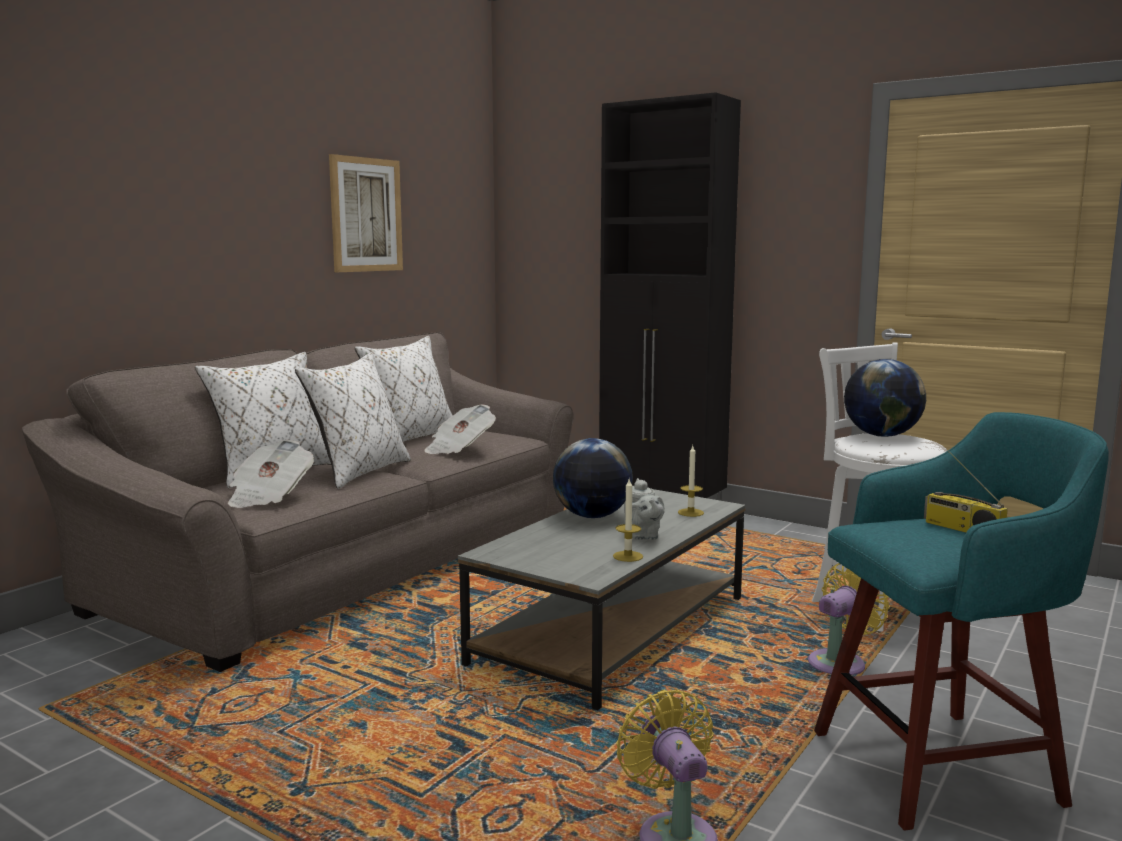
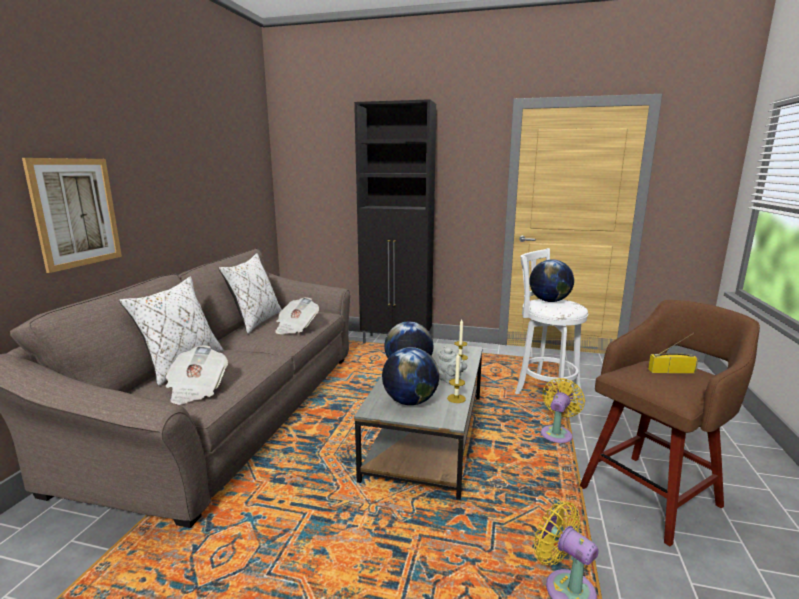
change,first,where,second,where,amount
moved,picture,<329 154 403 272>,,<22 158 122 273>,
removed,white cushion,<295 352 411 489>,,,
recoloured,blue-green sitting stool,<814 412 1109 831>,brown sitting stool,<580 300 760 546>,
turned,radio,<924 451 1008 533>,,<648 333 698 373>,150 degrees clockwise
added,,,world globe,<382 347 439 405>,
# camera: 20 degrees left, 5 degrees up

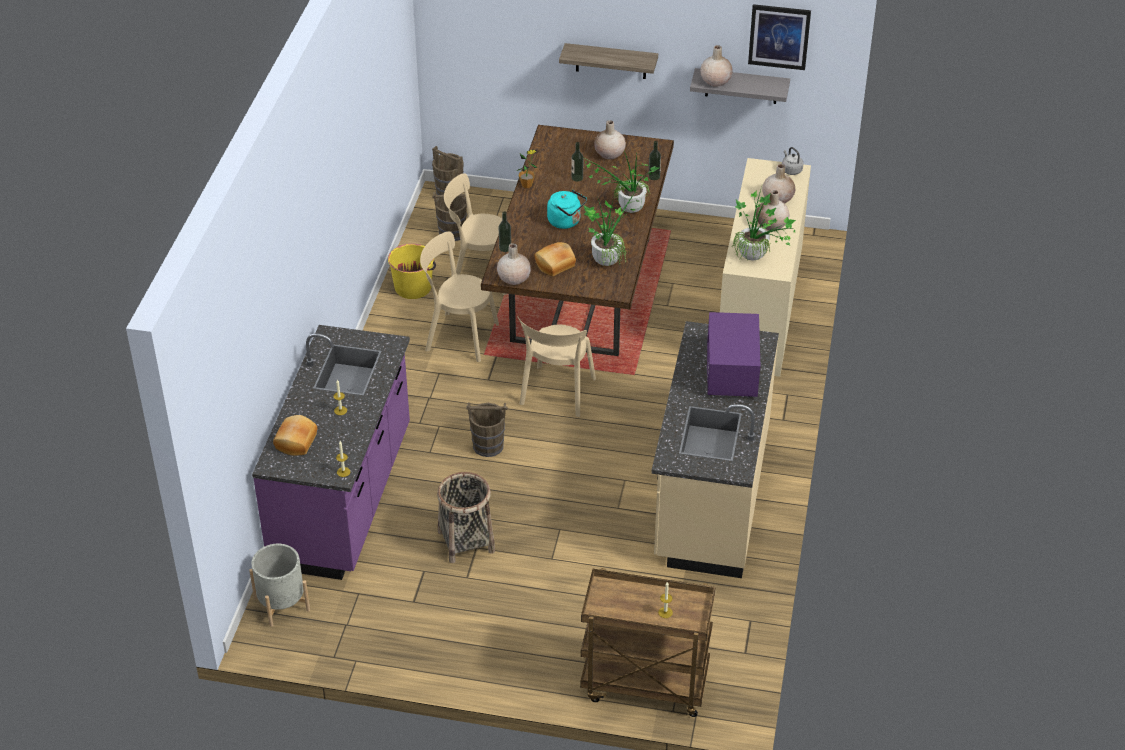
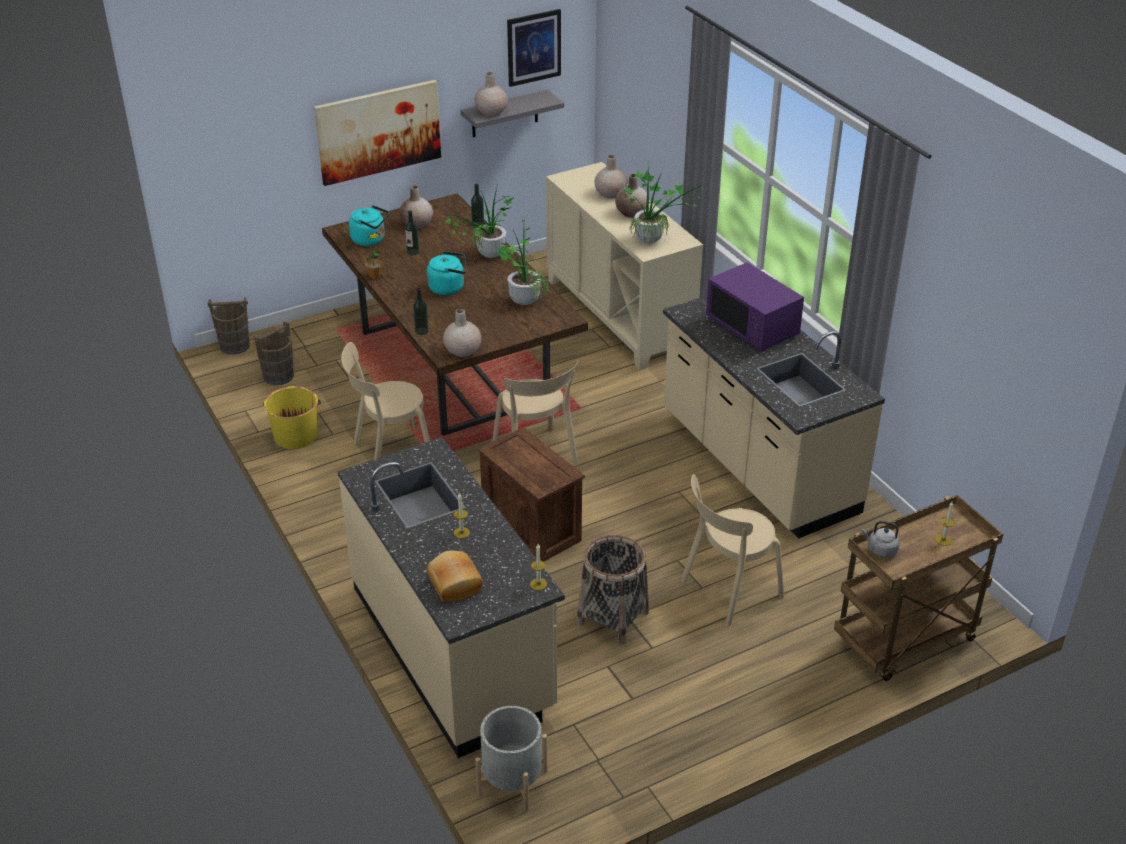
change,first,where,second,where,amount
replaced,wall shelf,<559 43 658 79>,picture,<314 80 441 186>,
moved,greyish kettle,<782 147 804 175>,,<862 521 900 558>,
moved,sand-coloured plain chair,<444 173 506 295>,,<680 474 784 626>,
removed,bread,<534 242 576 276>,,,
recoloured,purple kitchen counter,<252 325 410 580>,sand-coloured kitchen counter,<338 437 565 758>,
replaced,brown pail,<466 402 507 457>,crate,<478 427 585 562>,
added,,,blue-green kettle,<349 205 390 246>,
# camera: 40 degrees left, 5 degrees down

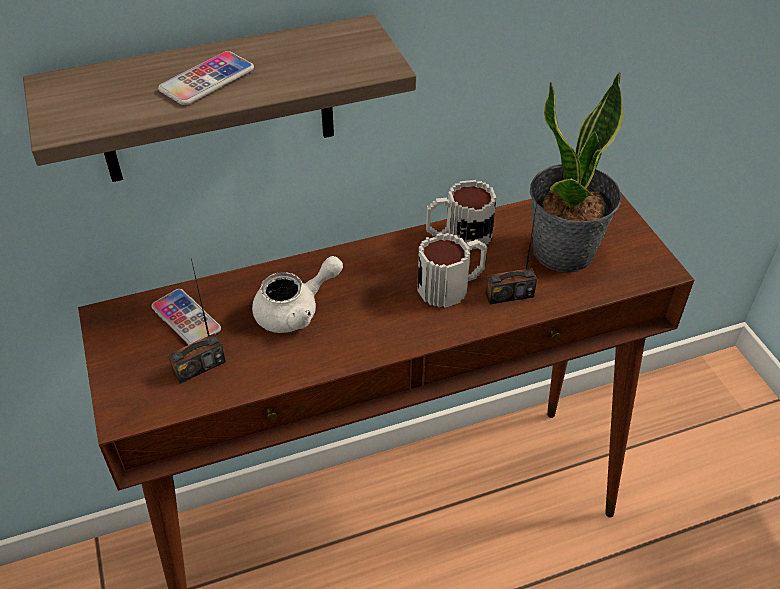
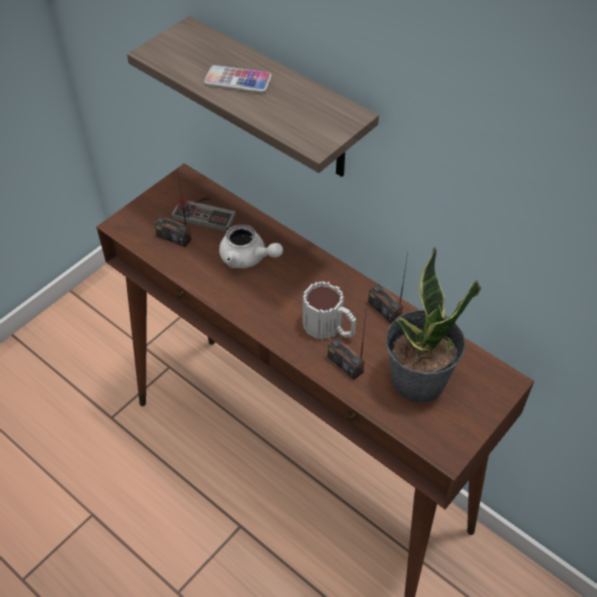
change,first,where,second,where,amount
replaced,tea mug,<426 180 496 249>,radio,<368 253 408 324>,
replaced,telephone,<151 289 221 345>,gamepad,<171 197 236 232>,
# camera: 60 degrees right, 5 degrees up

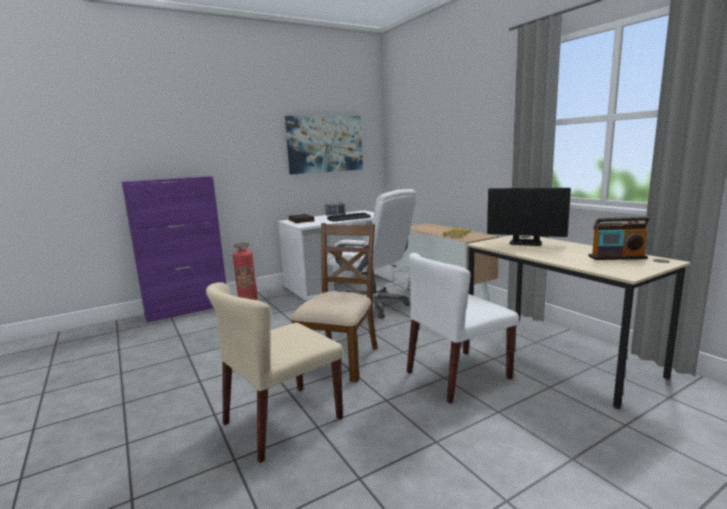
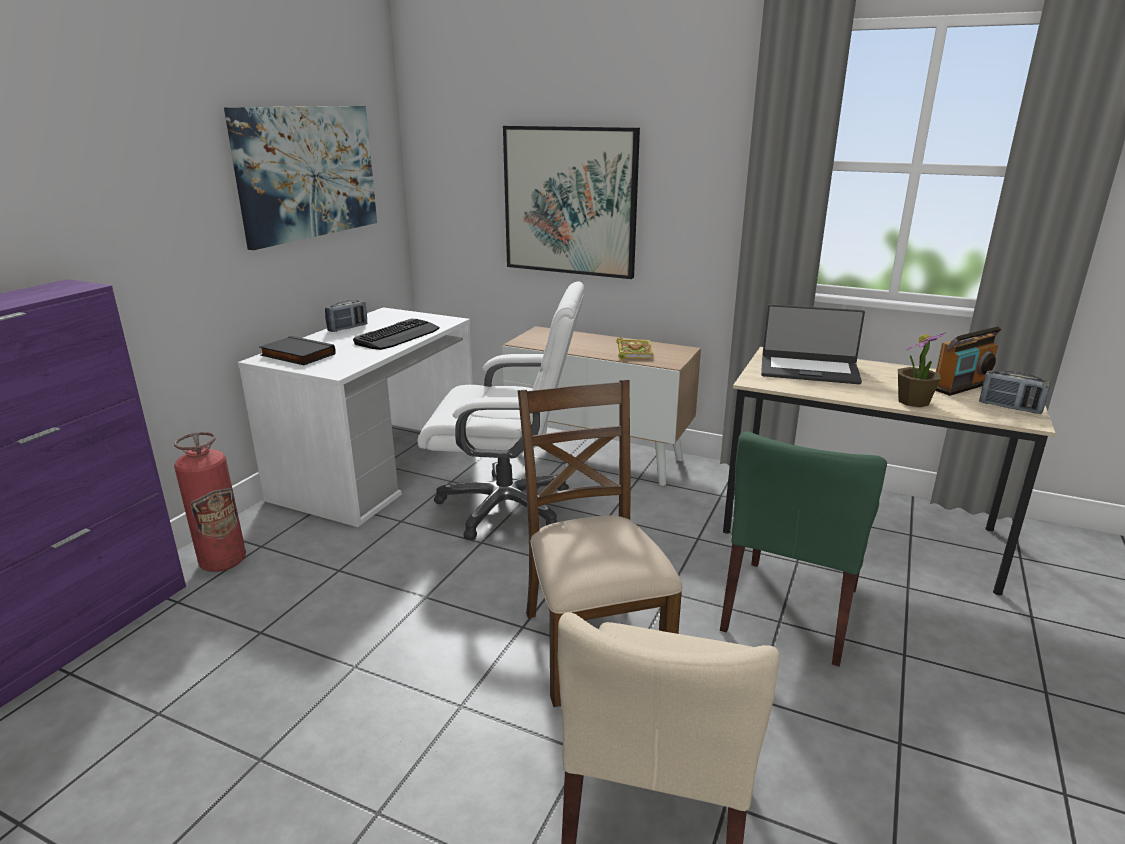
change,first,where,second,where,amount
replaced,computer display,<487 188 571 246>,portable computer,<761 304 865 384>,
recoloured,white plain chair,<407 253 519 404>,green-coloured plain chair,<720 431 887 666>,
added,,,picture,<503 126 640 279>,
added,,,potted plant,<898 333 944 407>,
added,,,radio,<979 371 1051 414>,
# camera: 35 degrees left, 10 degrees up

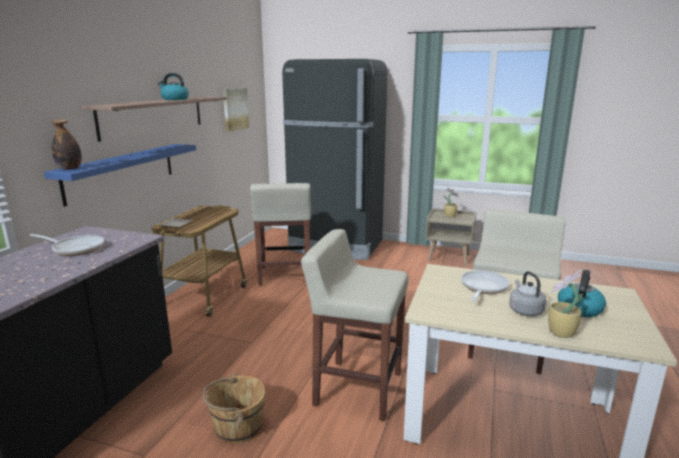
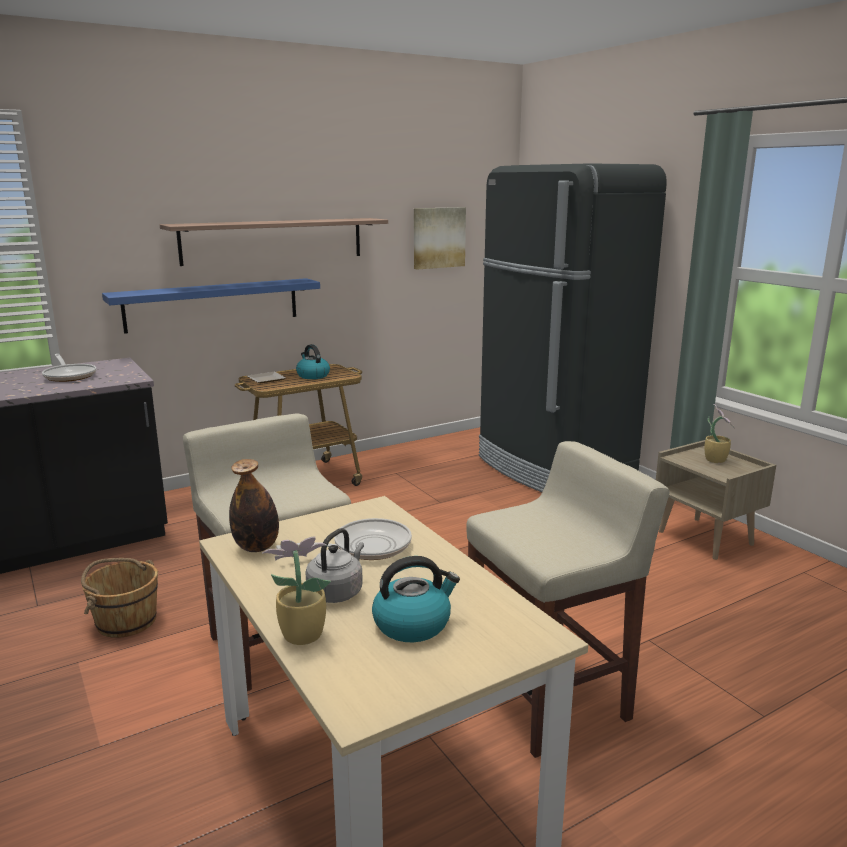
change,first,where,second,where,amount
moved,kettle,<158 73 189 100>,,<296 344 330 379>,
moved,beverage bottle,<52 119 82 170>,,<229 459 279 552>,
removed,sand-coloured sitting stool,<250 183 311 286>,,,
# camera: 40 degrees right, 0 degrees up

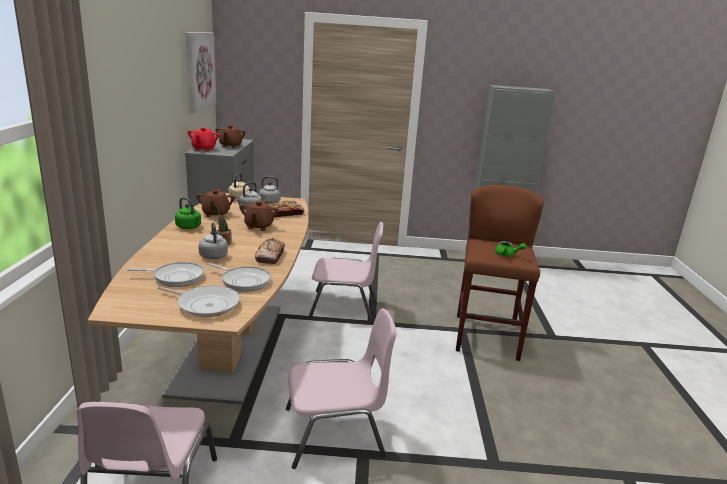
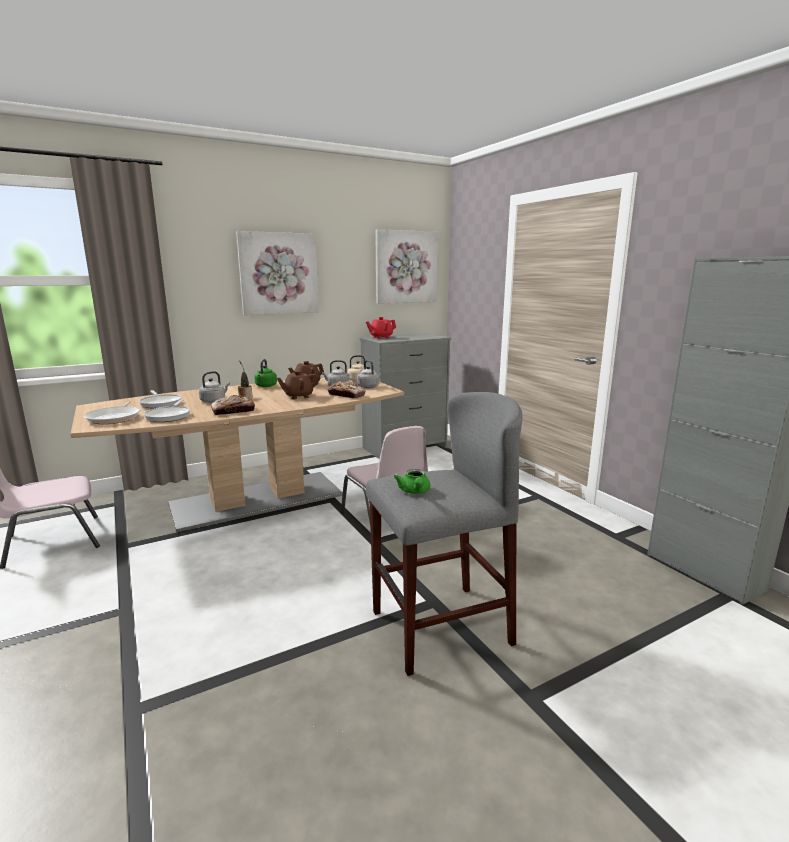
change,first,where,second,where,amount
removed,brown teapot,<215 125 246 148>,,,
recoloured,brown sitting stool,<456 185 544 361>,greyish sitting stool,<366 392 522 676>,
removed,pink-coloured plain chair,<286 308 397 469>,,,
added,,,picture,<236 231 319 315>,
# camera: 60 degrees right, 5 degrees down

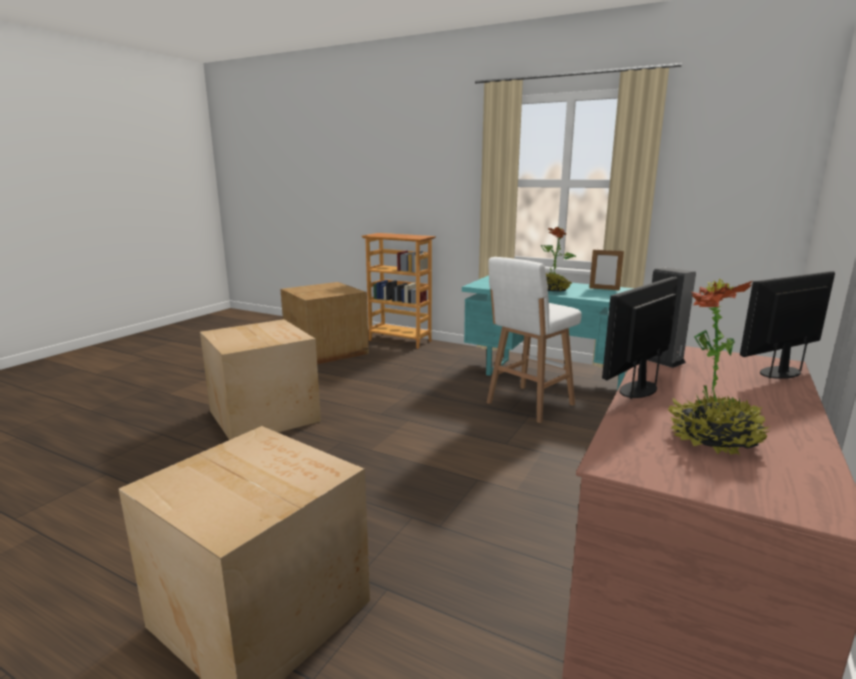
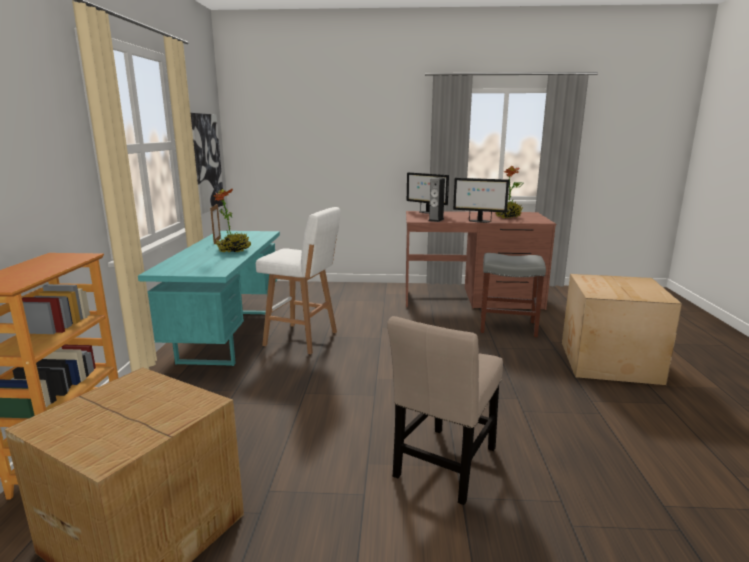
change,first,where,second,where,amount
replaced,packing box,<200 319 321 440>,sand-coloured plain chair,<387 316 503 505>,
added,,,picture,<190 113 223 214>,
added,,,greyish sitting stool,<480 253 546 337>,
# camera: 115 degrees left, 0 degrees up

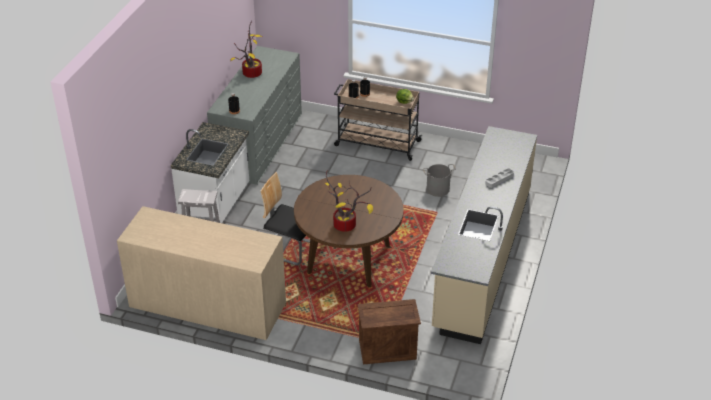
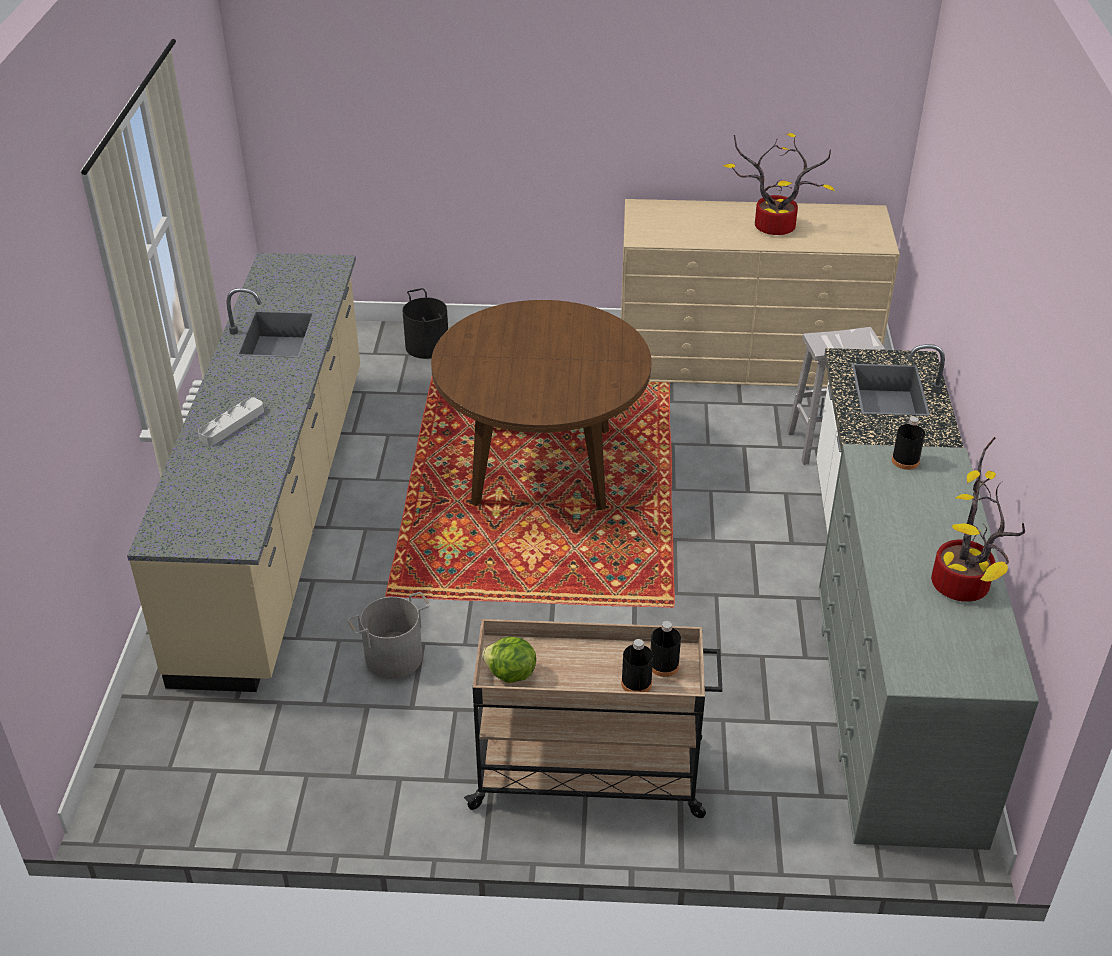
change,first,where,second,where,amount
removed,plain chair,<261 172 310 266>,,,
moved,potted plant,<325 172 373 232>,,<722 133 835 235>,
replaced,crate,<358 299 421 365>,black pail,<402 288 448 359>,
# camera: 165 degrees right, 0 degrees up

